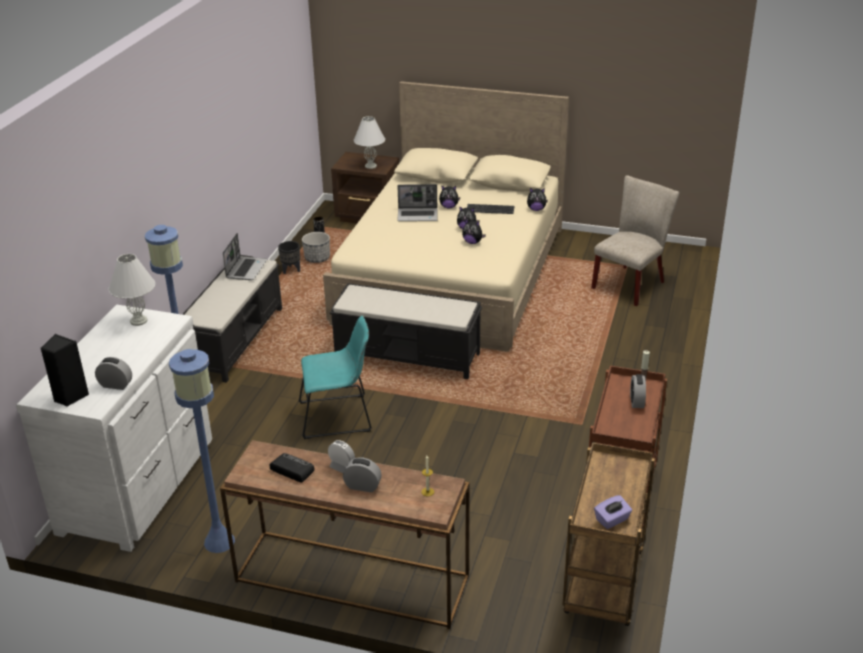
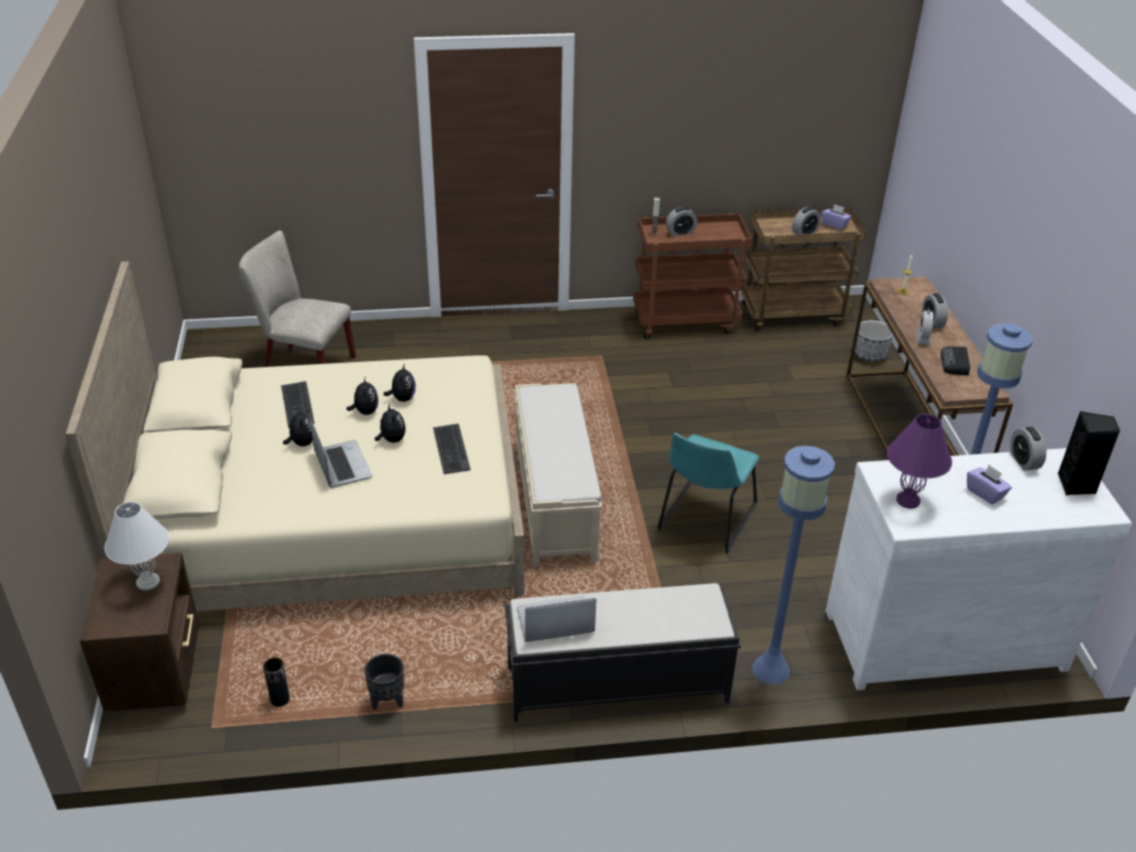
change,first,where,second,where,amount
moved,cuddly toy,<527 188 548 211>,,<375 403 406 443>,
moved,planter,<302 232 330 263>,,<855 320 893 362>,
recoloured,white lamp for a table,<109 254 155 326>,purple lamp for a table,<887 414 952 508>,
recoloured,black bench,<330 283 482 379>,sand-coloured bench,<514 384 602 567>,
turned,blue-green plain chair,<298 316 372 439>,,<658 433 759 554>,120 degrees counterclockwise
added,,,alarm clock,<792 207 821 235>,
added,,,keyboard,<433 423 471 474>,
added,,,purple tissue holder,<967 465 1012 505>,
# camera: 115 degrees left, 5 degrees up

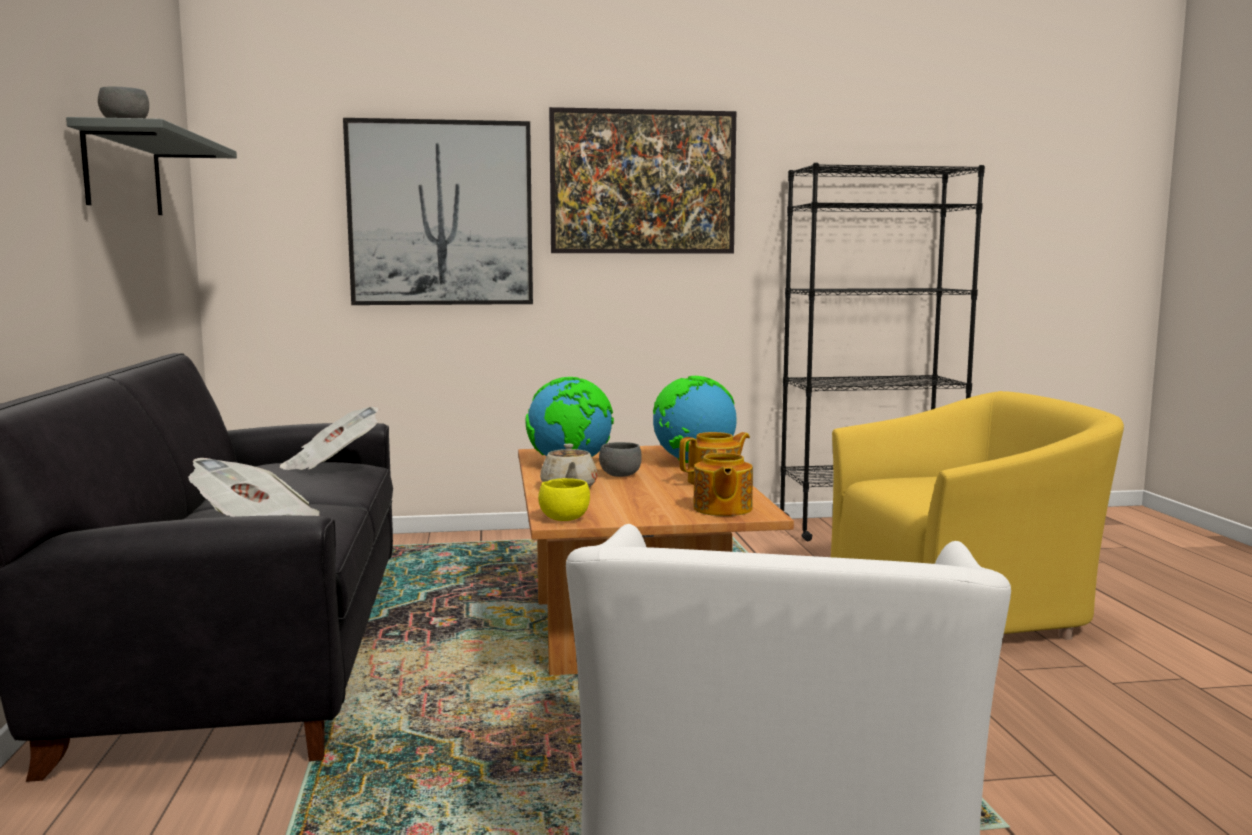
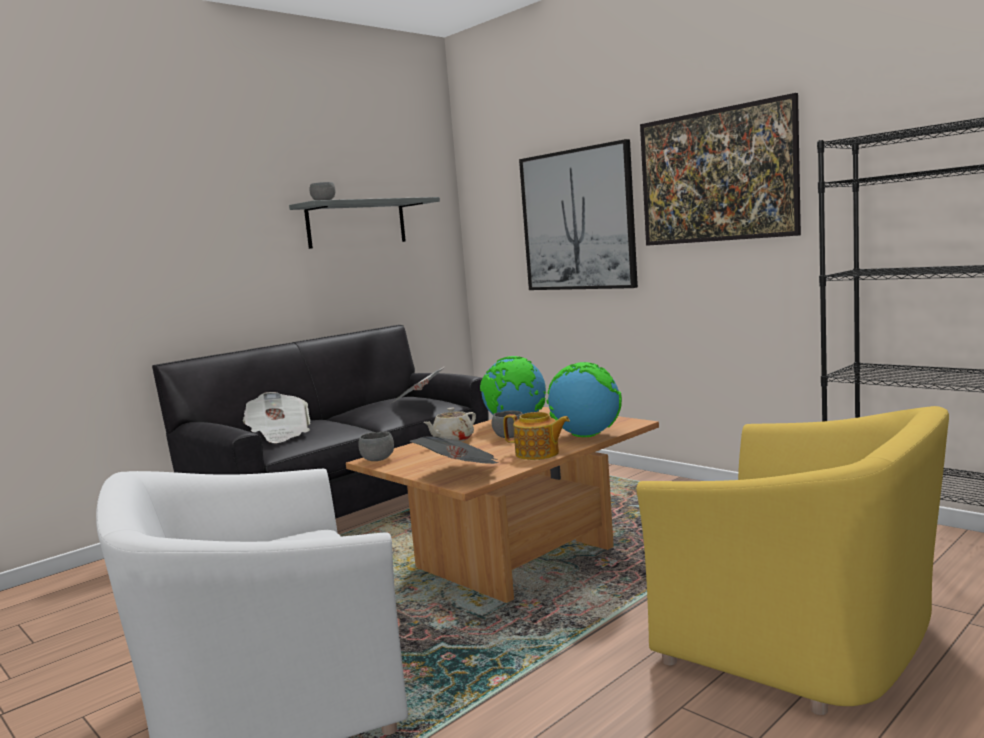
change,first,where,second,where,amount
replaced,teapot,<693 449 753 516>,printed paper,<410 436 499 464>,
recoloured,yellowish bowl,<538 478 590 521>,greyish bowl,<358 432 394 461>,
# camera: 55 degrees right, 0 degrees up

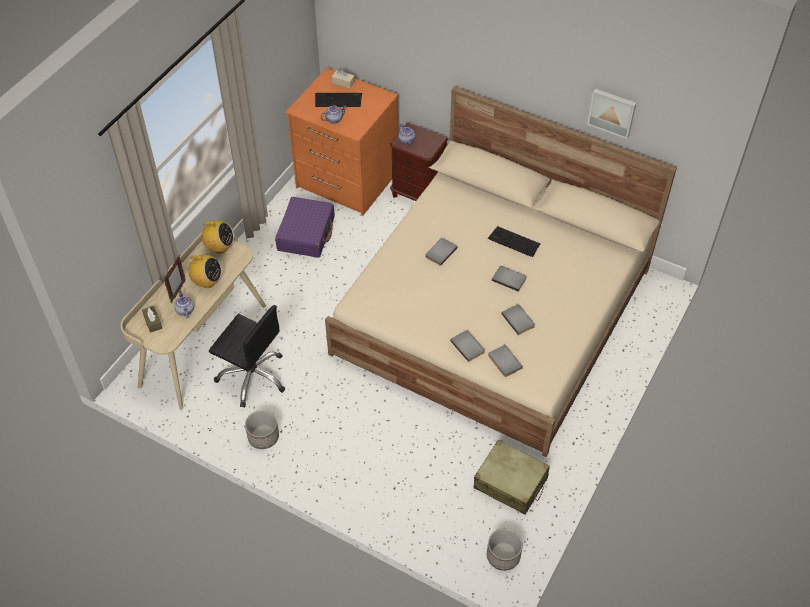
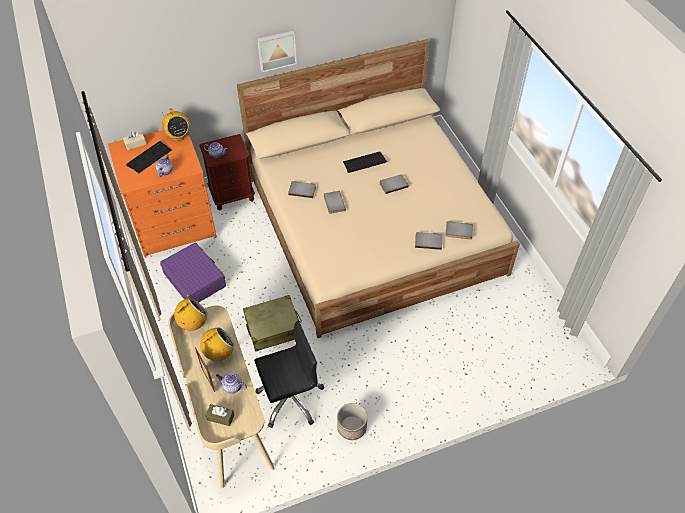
change,first,where,second,where,amount
moved,picture,<587 89 636 139>,,<257 31 297 72>,
moved,greyish bound book,<502 305 535 335>,,<288 181 316 198>,
moved,sand-coloured travel case,<474 440 550 515>,,<243 295 302 352>,
removed,planter,<487 528 523 571>,,,
added,,,radio,<162 108 190 141>,
# camera: 50 degrees left, 0 degrees up

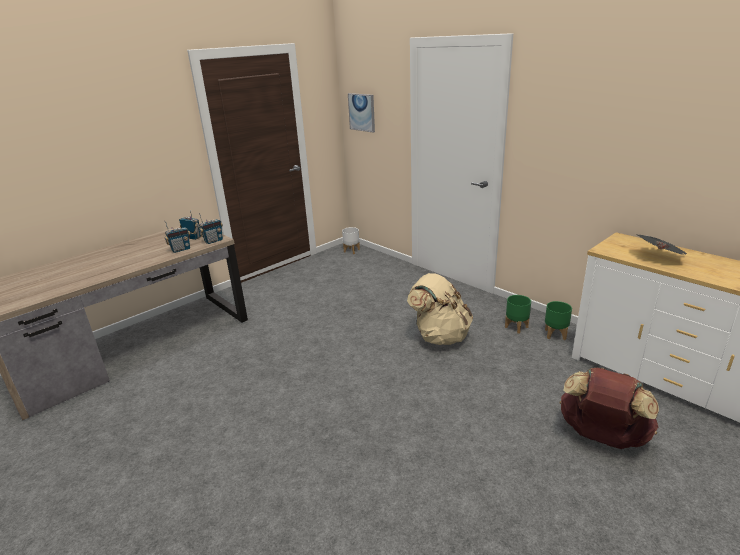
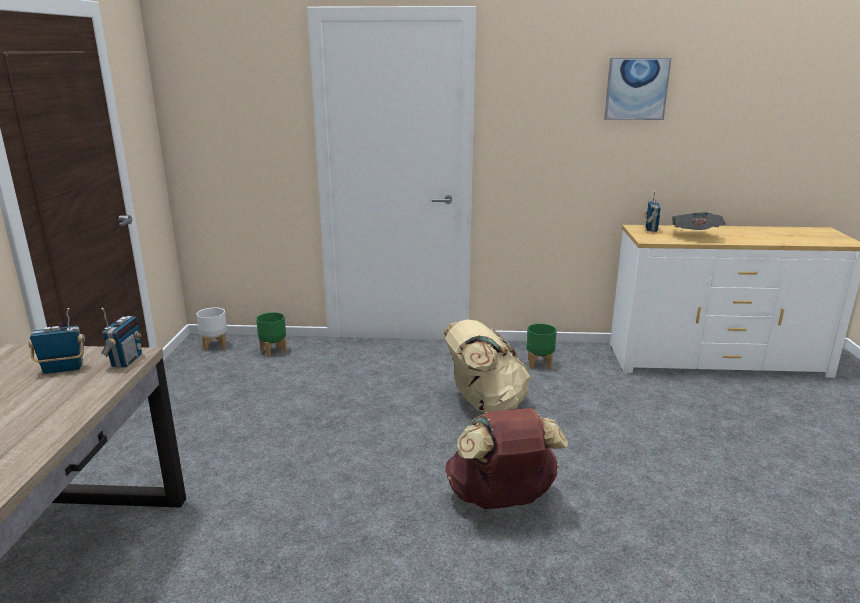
change,first,where,second,where,amount
moved,picture,<348 93 375 132>,,<604 58 671 120>,
moved,radio,<164 220 190 253>,,<643 191 661 232>,
moved,green-coloured planter,<545 301 572 340>,,<256 312 287 358>,
moved,brown rucksack,<560 368 659 449>,,<445 408 568 509>,
# camera: 45 degrees left, 5 degrees down

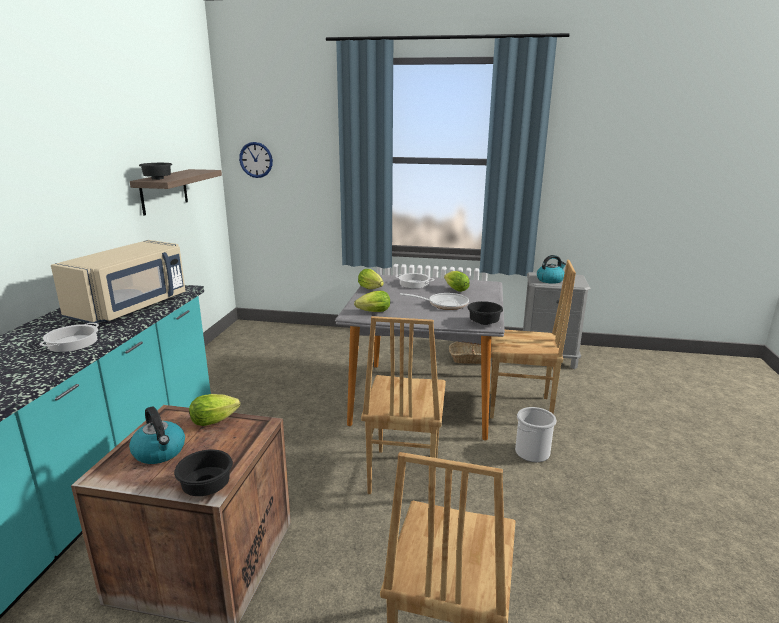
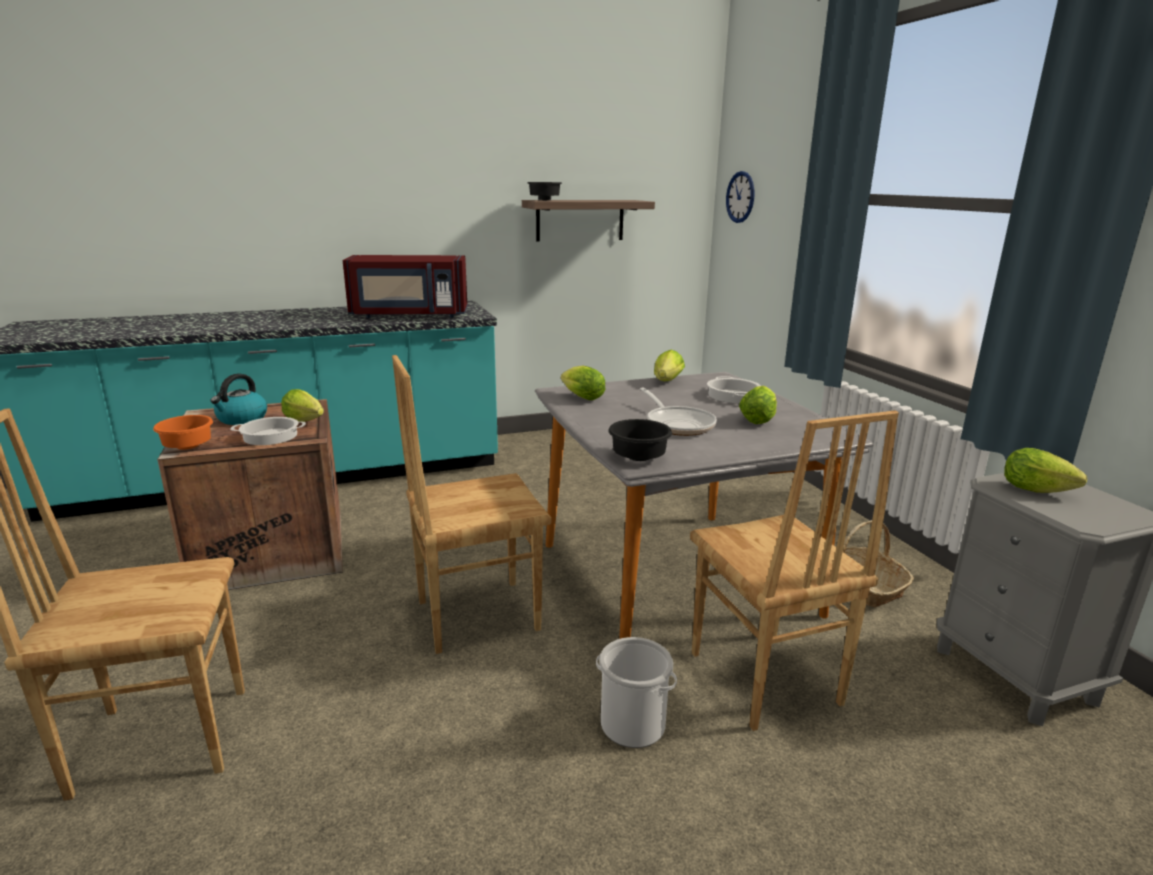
change,first,where,second,where,amount
recoloured,sand-coloured microwave,<51 240 186 323>,red microwave,<343 255 467 318>,
replaced,kettle,<537 255 566 284>,lettuce head,<1004 448 1087 493>,
moved,stockpot,<39 323 99 352>,,<230 417 306 445>,
recoloured,black bowl,<174 449 233 496>,orange-coloured bowl,<153 415 213 450>,
# camera: 60 degrees right, 0 degrees up

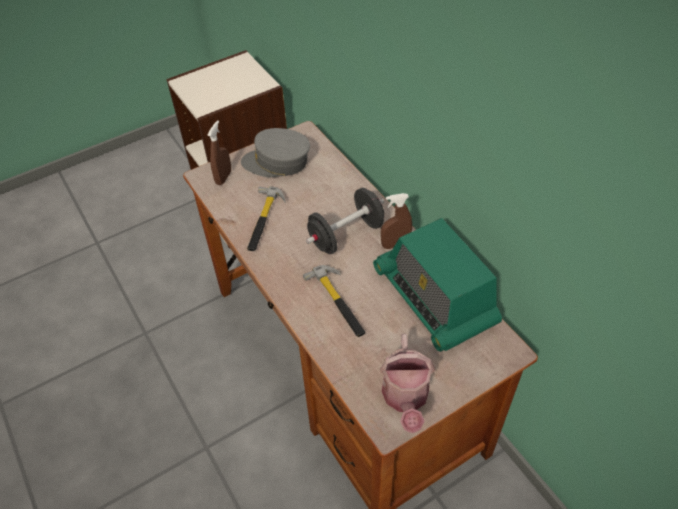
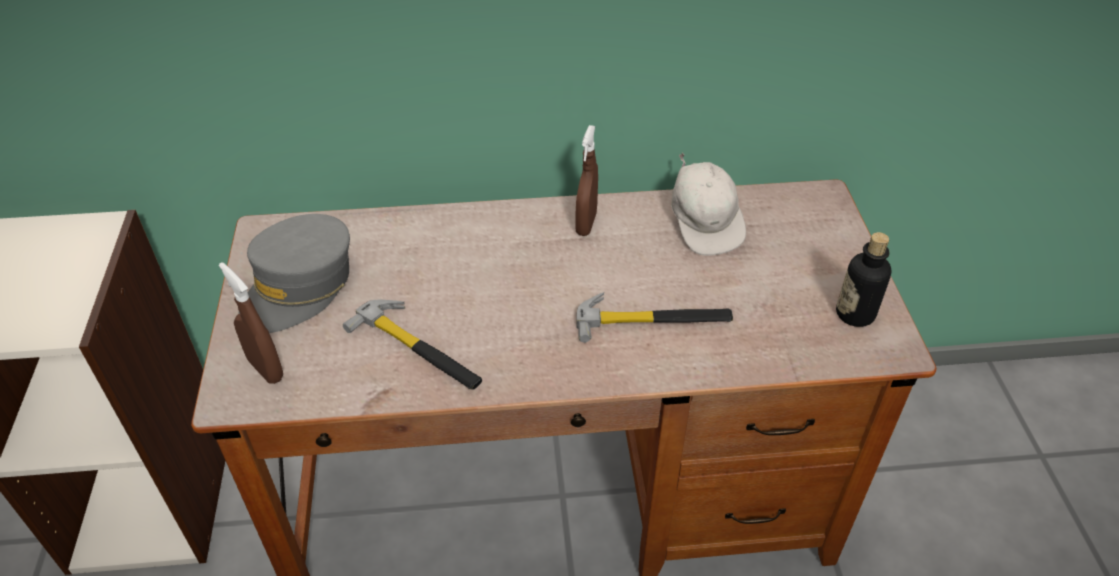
change,first,where,second,where,amount
removed,black free weight,<306 188 384 254>,,,
replaced,radio,<373 218 502 352>,white peaked cap,<671 153 746 256>,
replaced,watering pot,<380 334 435 433>,beverage bottle,<836 232 892 327>,
# camera: 65 degrees left, 5 degrees down

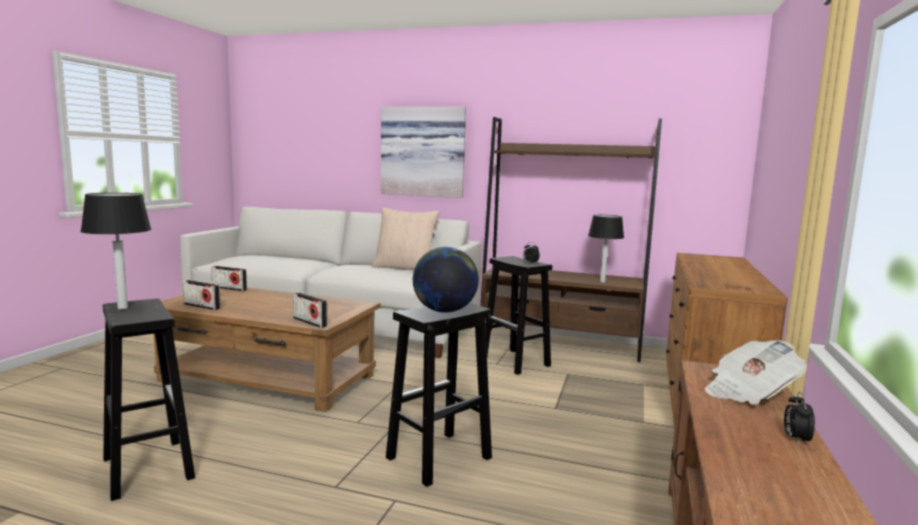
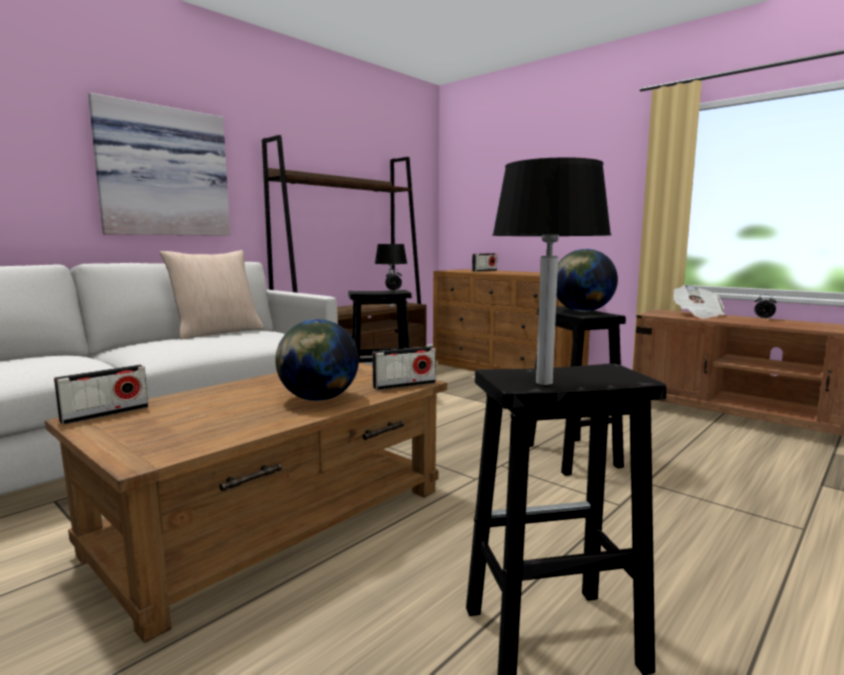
change,first,where,second,where,amount
moved,radio,<183 280 221 310>,,<472 253 497 272>,
added,,,world globe,<275 319 359 401>,
# camera: 65 degrees left, 0 degrees up

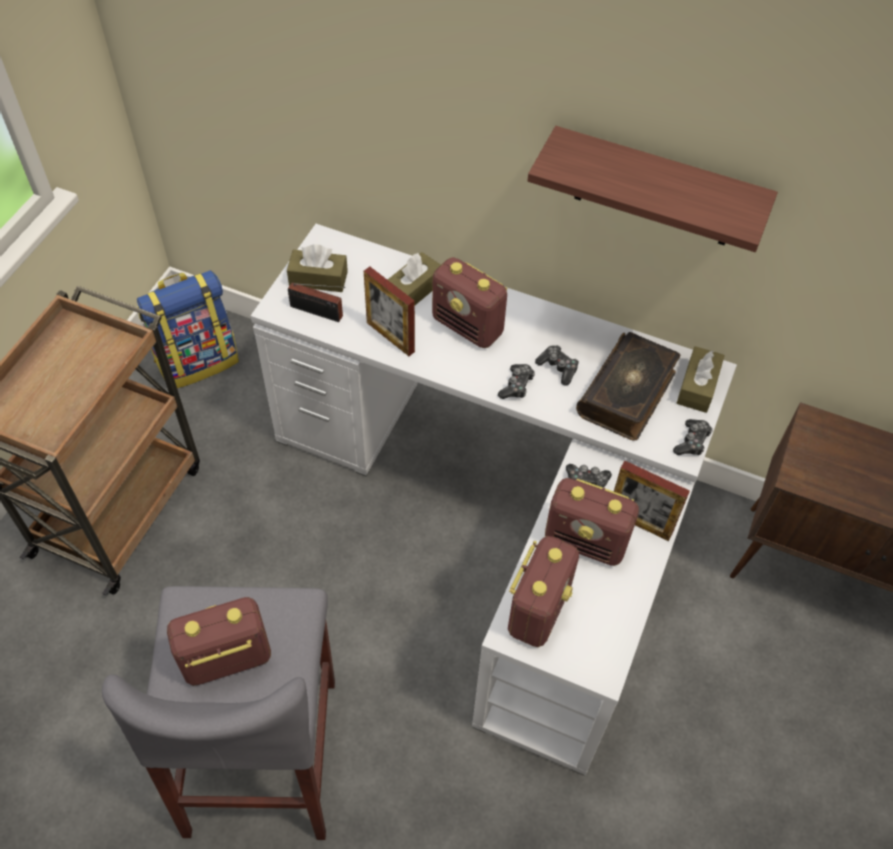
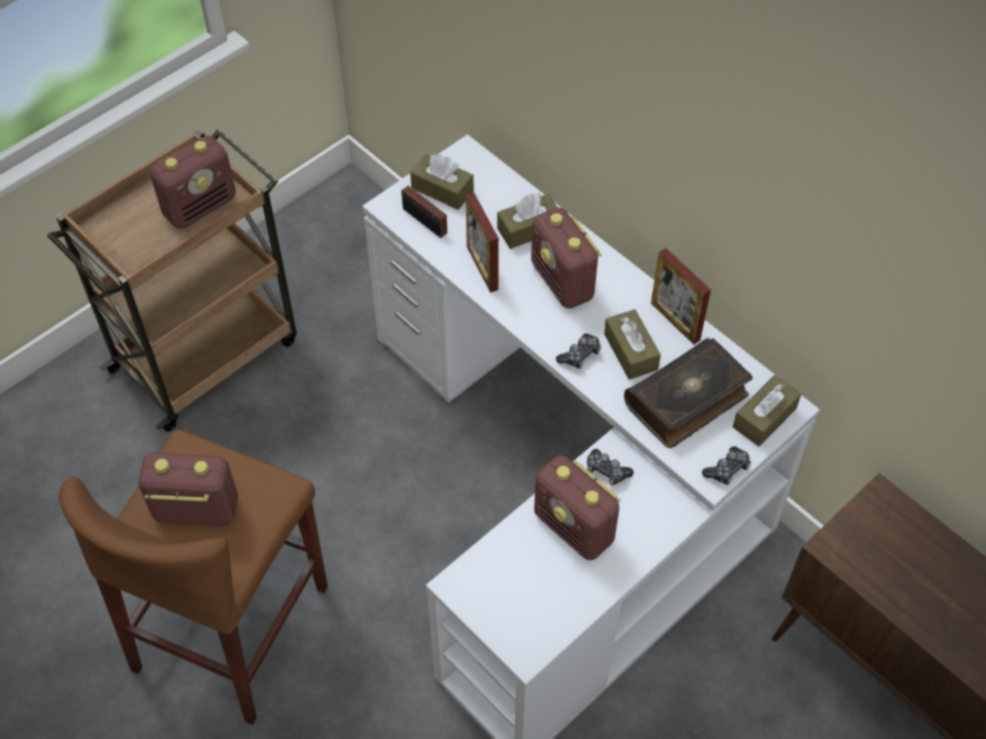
change,first,where,second,where,amount
removed,wall shelf,<527 126 778 252>,,,
removed,rucksack,<137 270 239 388>,,,
replaced,gamepad,<535 345 579 386>,brown tissue holder,<604 309 661 380>,
moved,photo frame,<614 461 690 541>,,<651 248 711 345>,
moved,radio,<508 536 579 647>,,<150 136 236 229>,
recoloured,greyish sitting stool,<102 586 335 840>,brown sitting stool,<59 430 328 725>,
# camera: 25 degrees right, 0 degrees up

